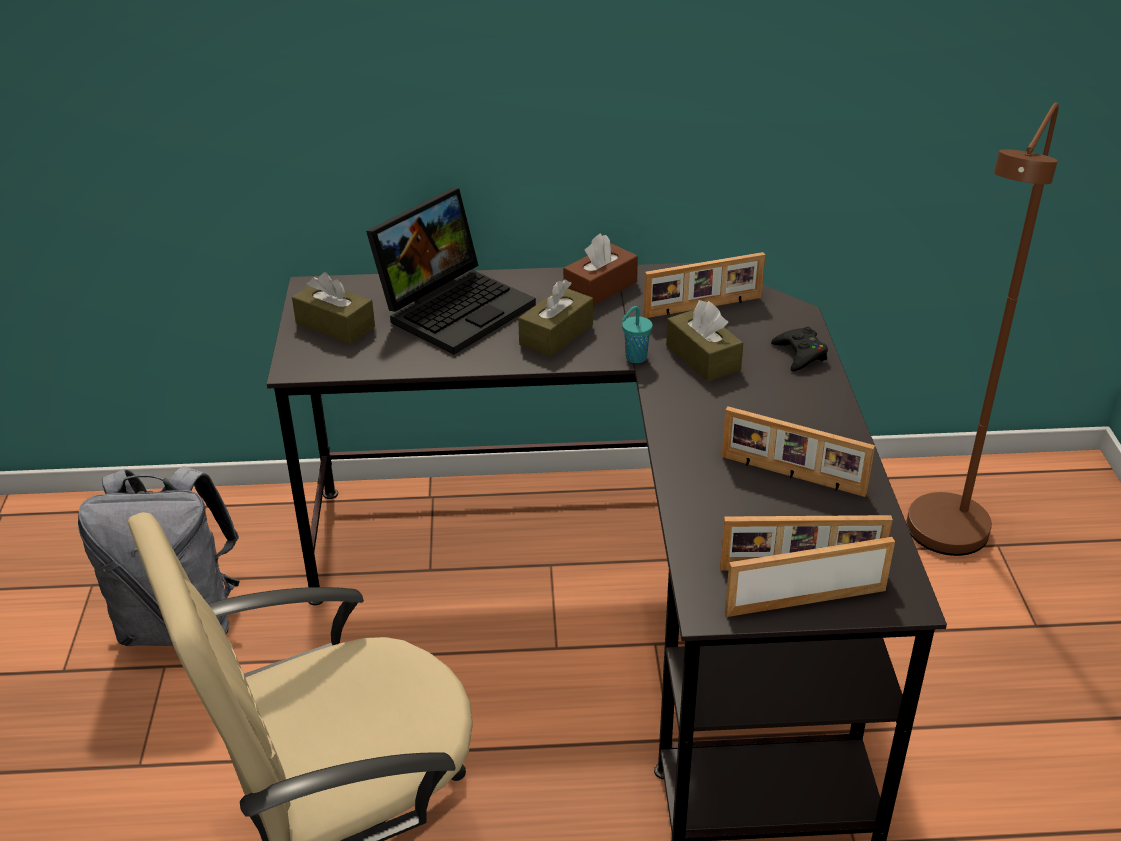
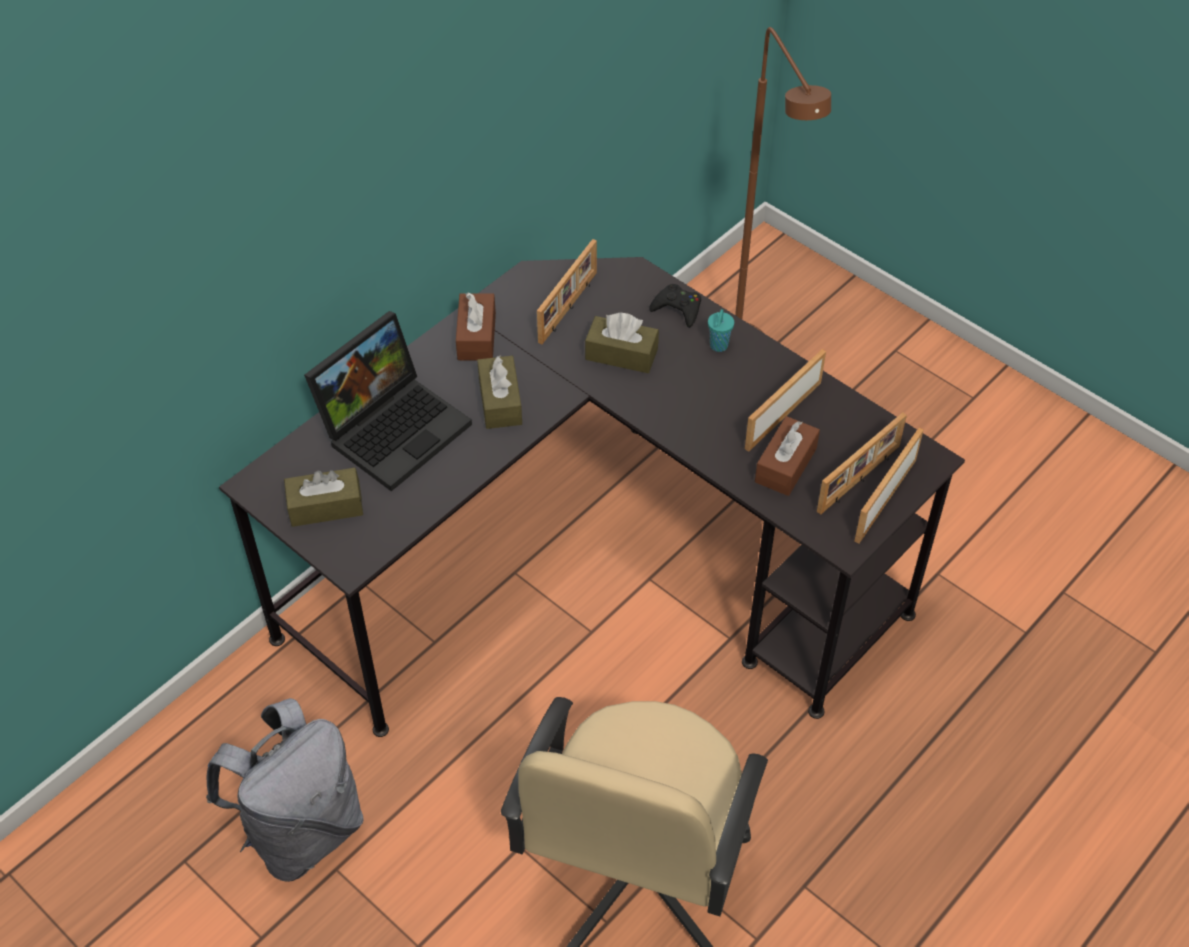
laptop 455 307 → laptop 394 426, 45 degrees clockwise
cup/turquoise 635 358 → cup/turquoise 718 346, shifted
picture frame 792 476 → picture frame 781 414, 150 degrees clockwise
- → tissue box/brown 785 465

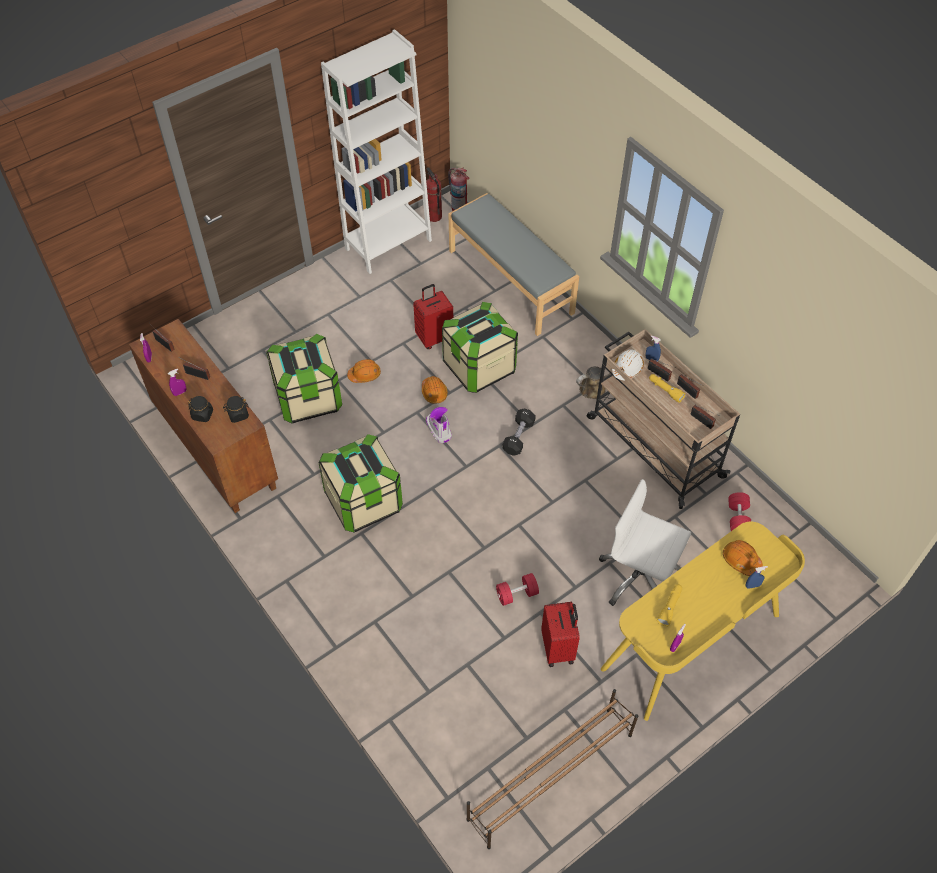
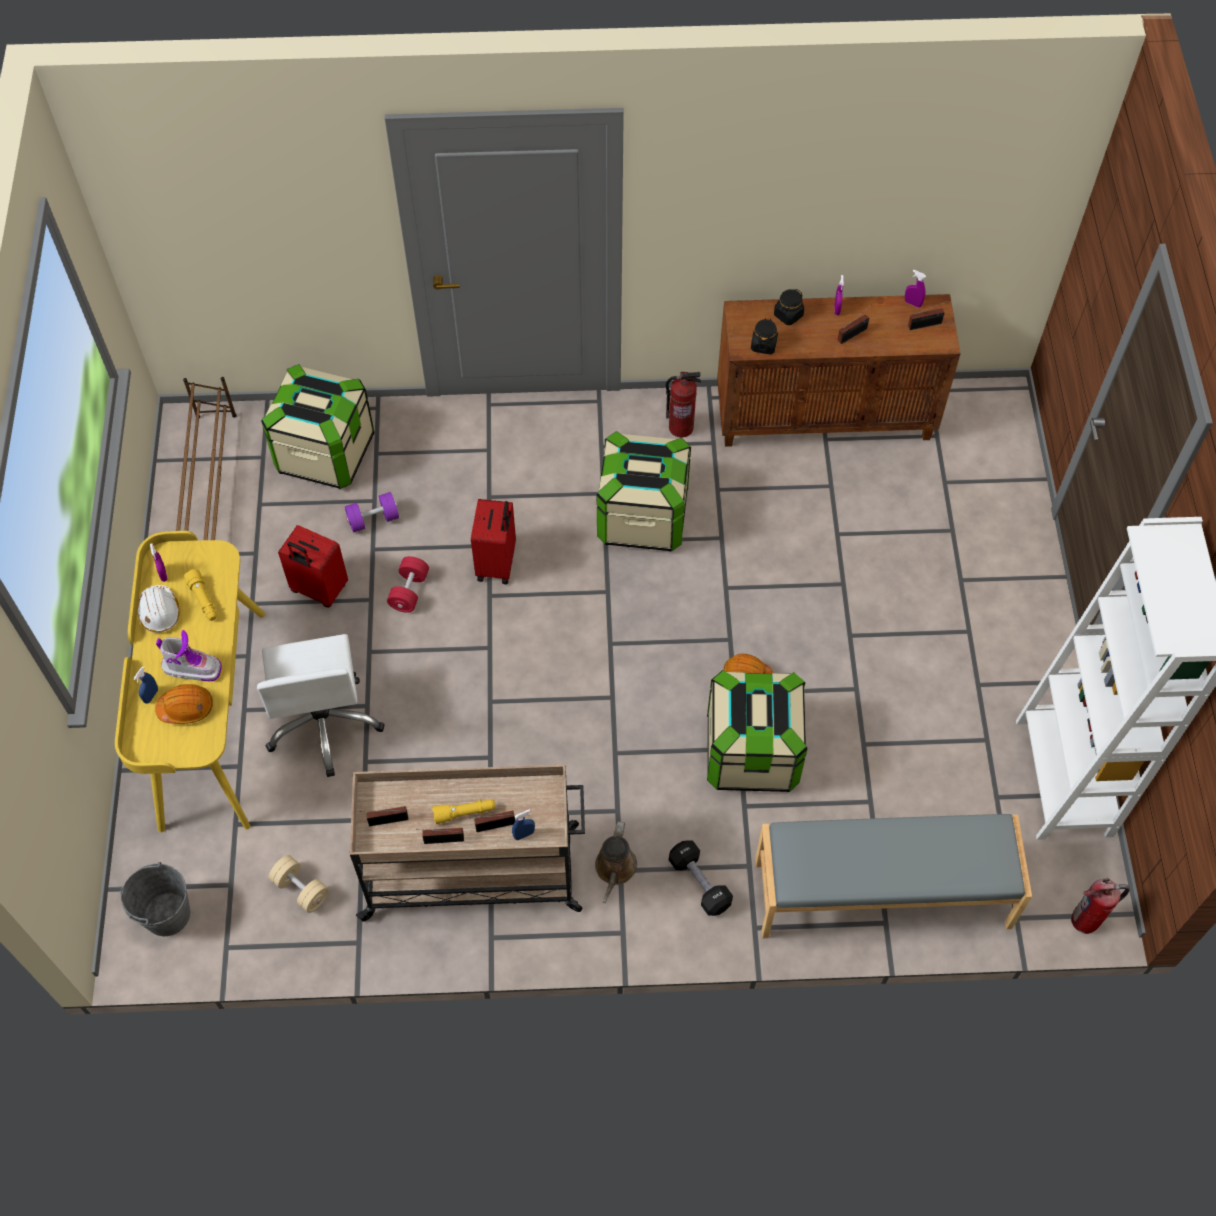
fire extinguisher 433 216 → fire extinguisher 681 427, shifted
suitcase/red 434 337 → suitcase/red 497 563, shifted
storage box 308 398 → storage box 325 453, shifted
hard hat/white 627 368 → hard hat/white 159 612, shifted
hard hat/orange 364 375 → -
boot 438 429 → boot 192 667, shifted
dumbbell/black 518 437 → dumbbell/black 699 883, shifted
office chair/white 639 577 → office chair/white 324 723, 105 degrees clockwise
dumbbell/red 737 518 → dumbbell/beige 301 889
- → dumbbell/purple 373 519
- → bucket/grey 167 914

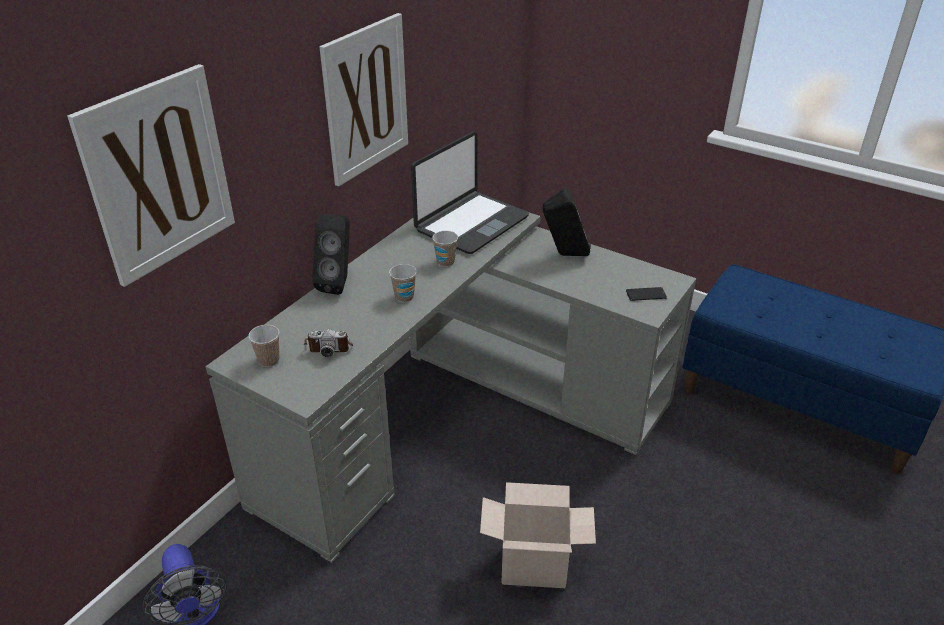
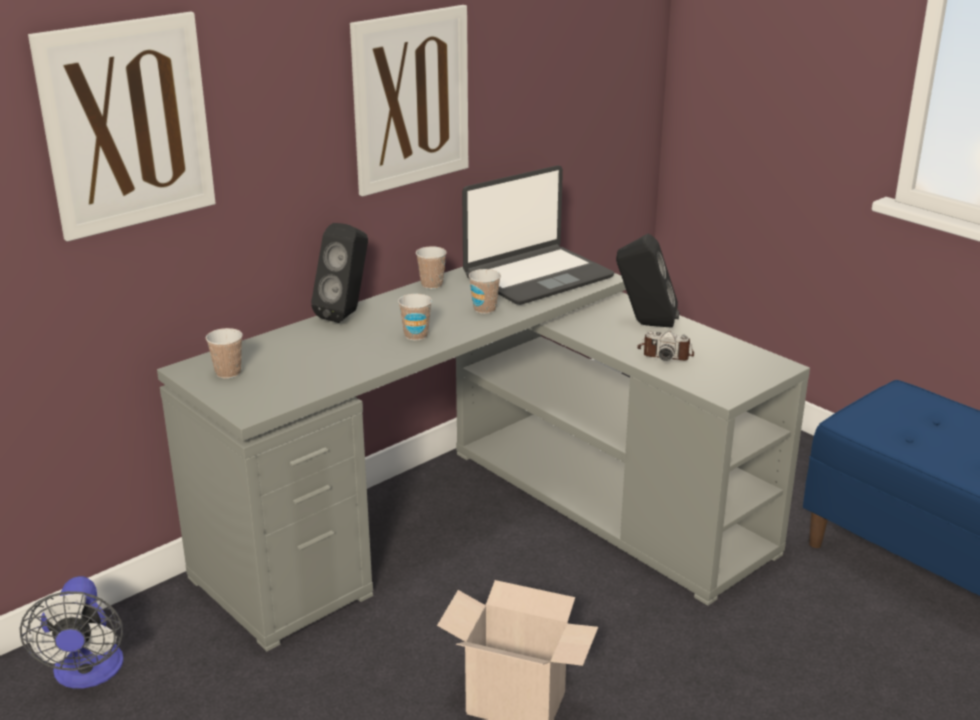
phone 646 294 → -
photo camera 329 345 → photo camera 665 354, shifted
- → cup 431 285

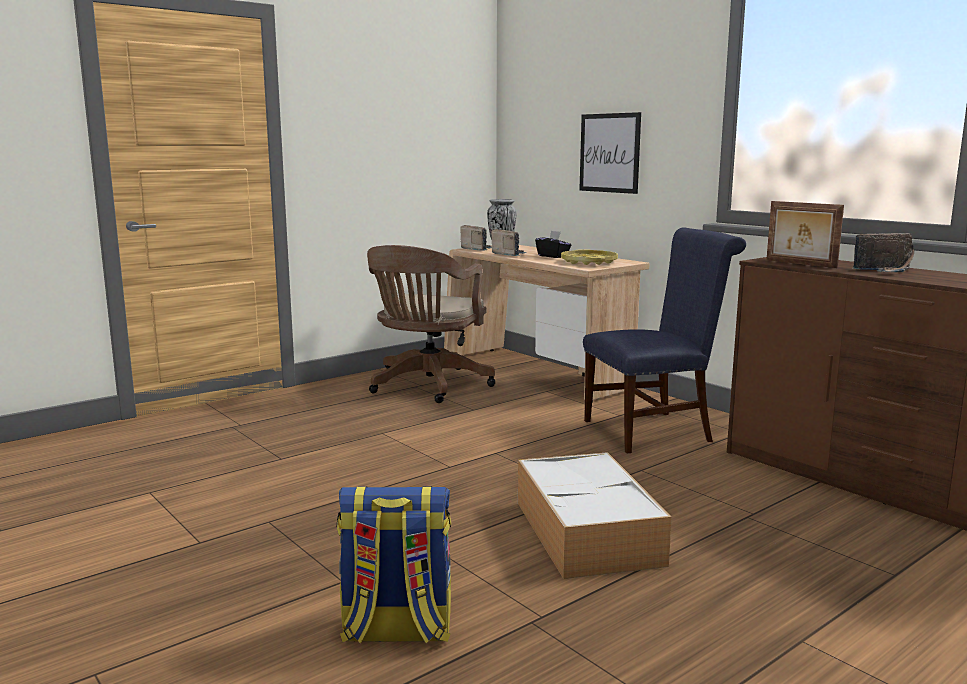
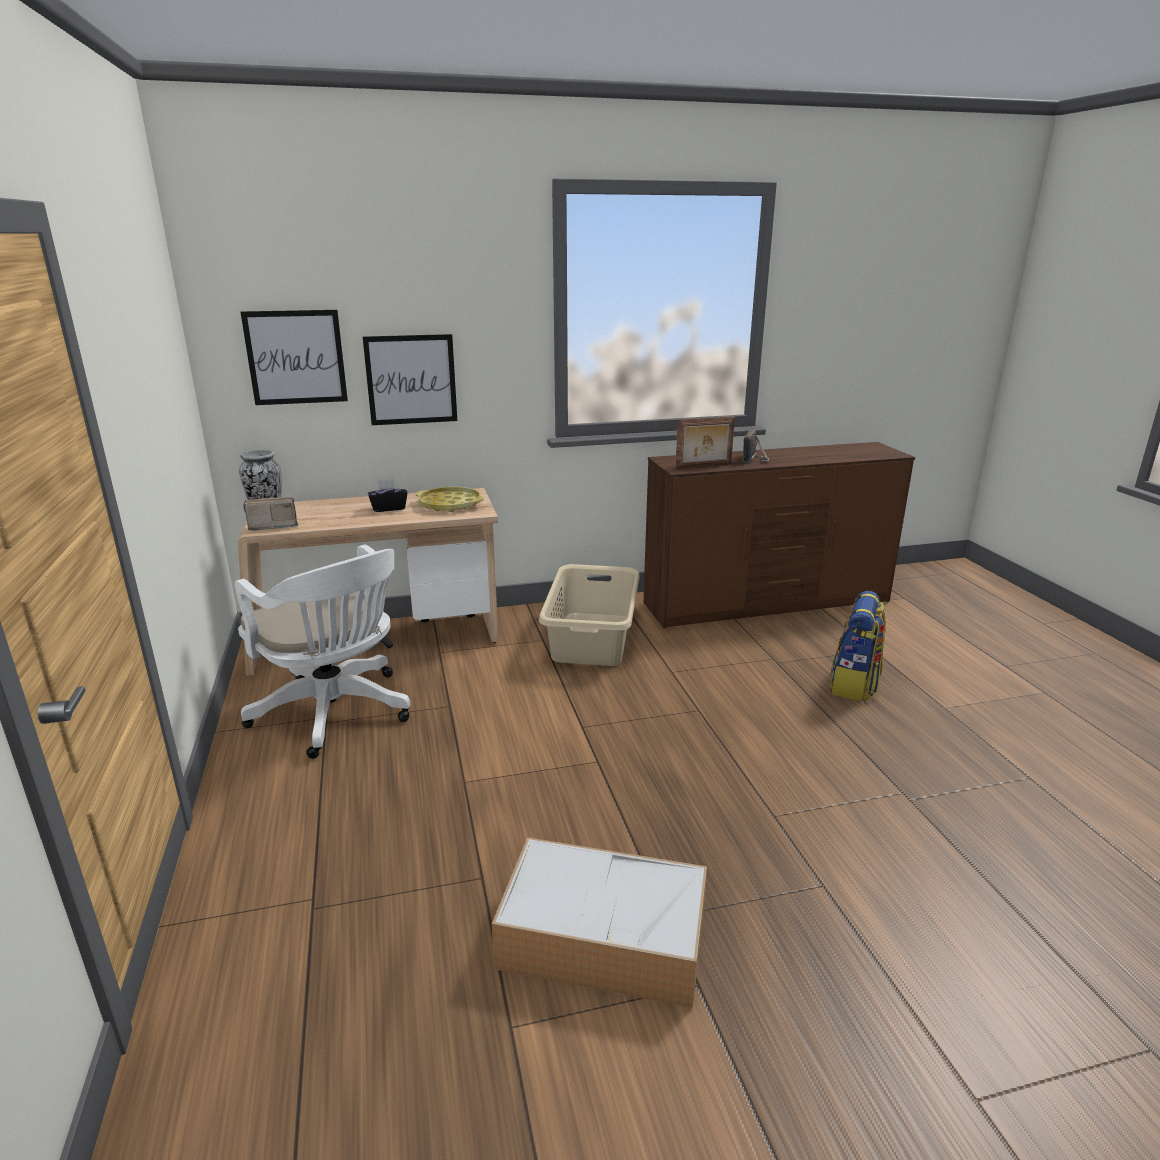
chair/blue 654 430 → laundry basket/beige 592 638
radio 508 254 → -
office chair/brown 427 386 → office chair/white 336 714
storage box 588 533 → storage box 606 938, shifted
backpack 396 631 → backpack 854 685, shifted
- → picture 296 357

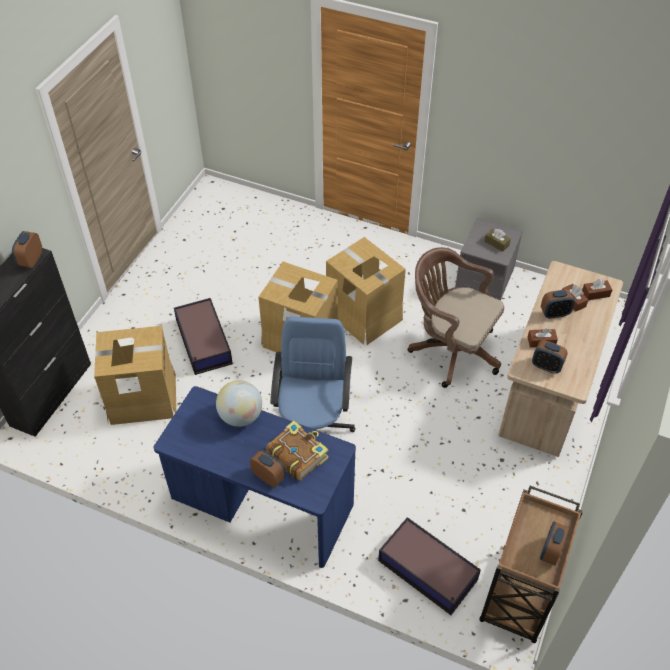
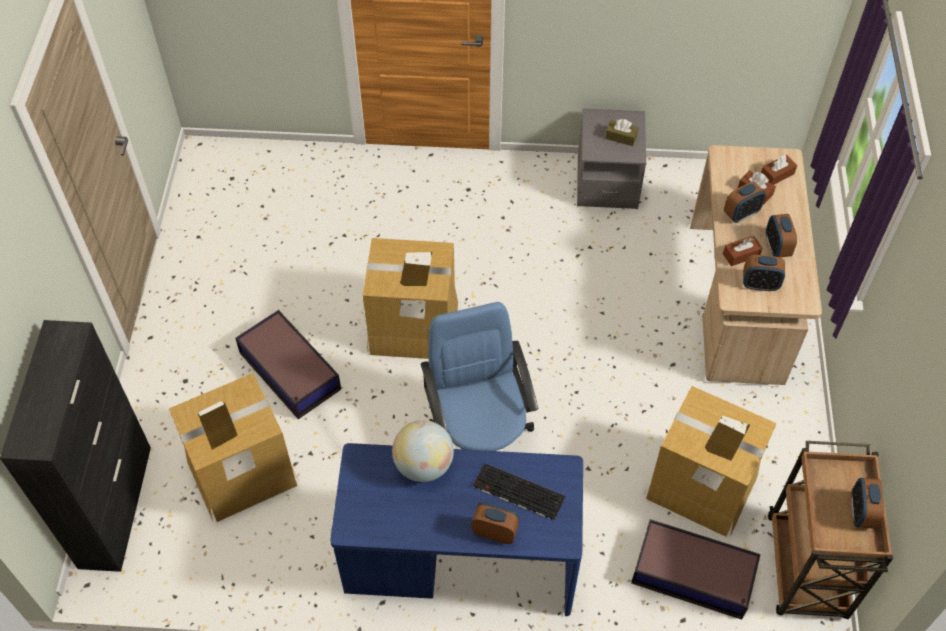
alarm clock 31 260 → alarm clock 776 247, shifted
cardboard box 363 315 → cardboard box 700 487, shifted
office chair/brown 450 349 → -
book 297 455 → keyboard 517 492

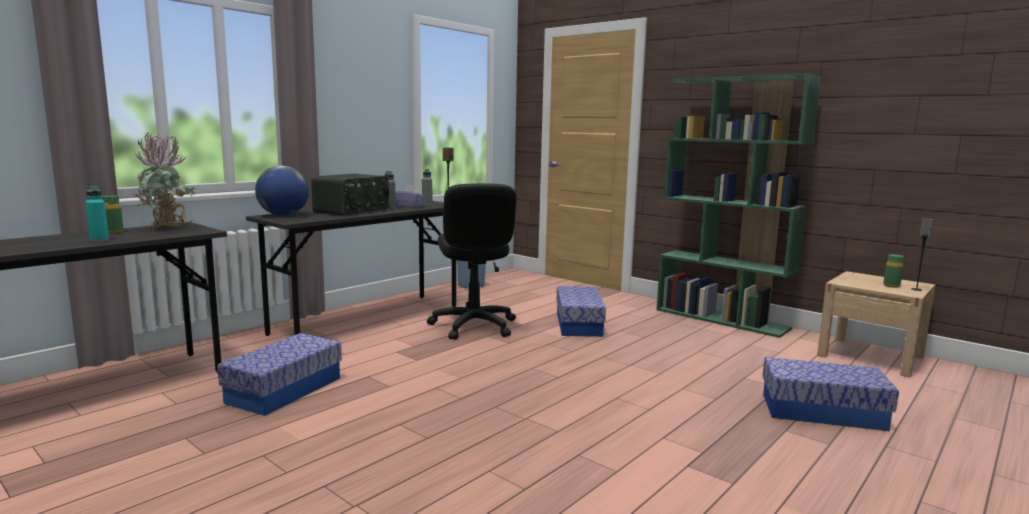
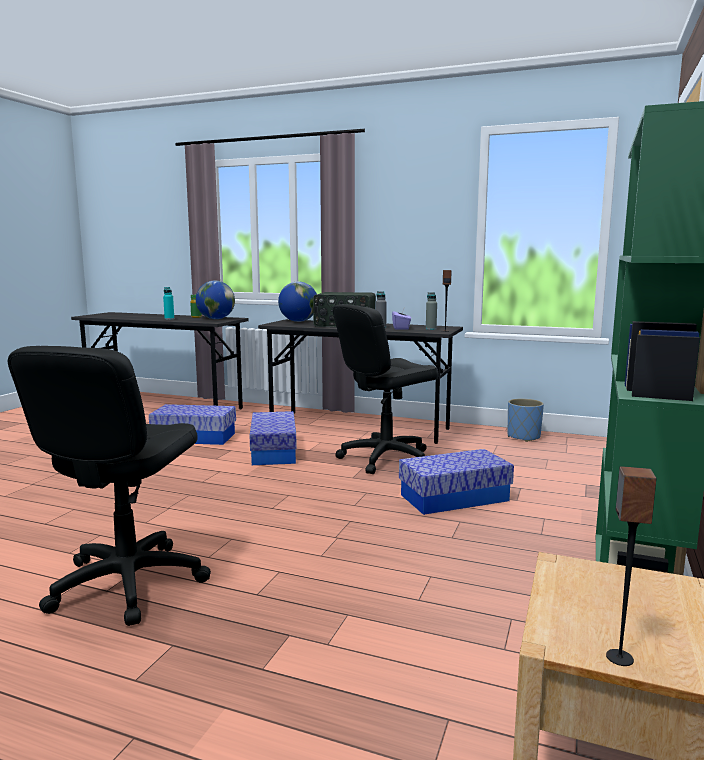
potted plant 168 229 → globe 216 319
bottle/green 891 286 → -
storage box 822 411 → storage box 273 451, shifted
- → office chair/black 127 583

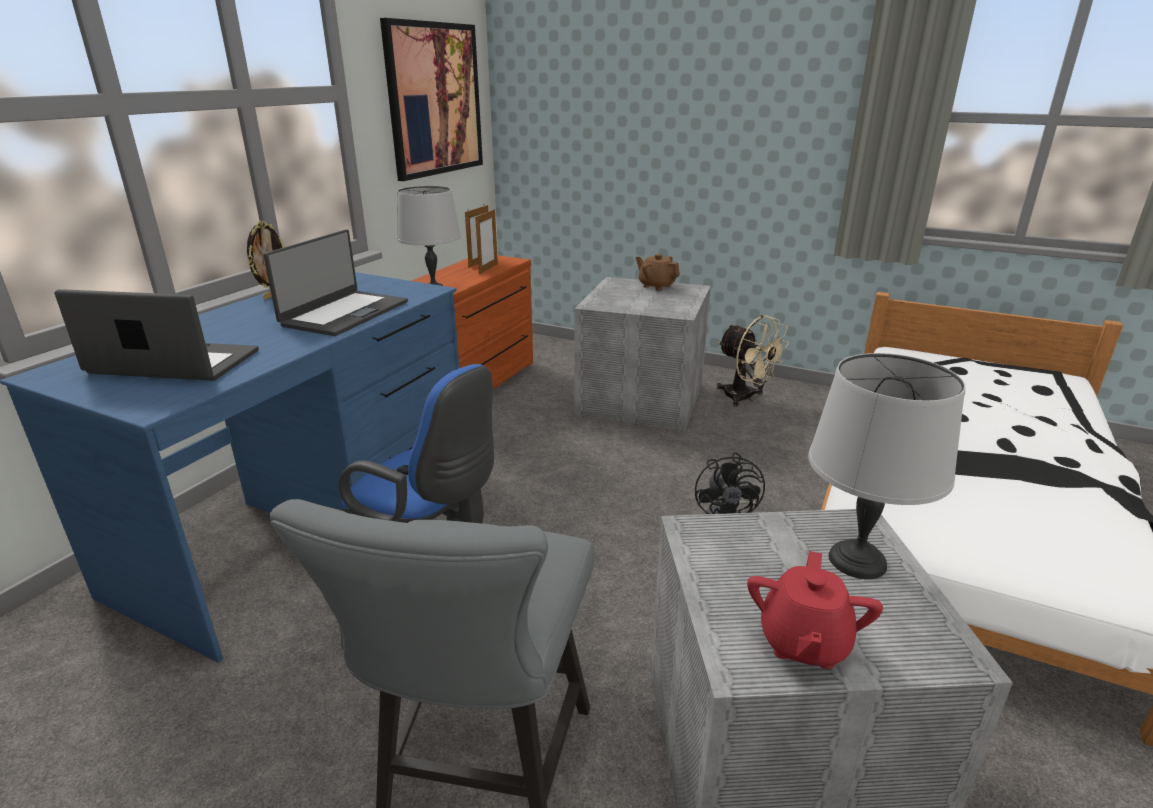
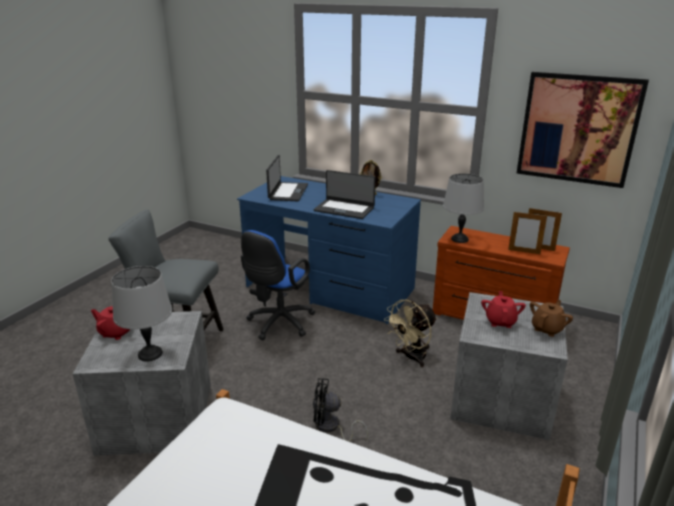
fan/beige 745 398 → fan/beige 411 357, shifted
- → teapot/red 500 321

